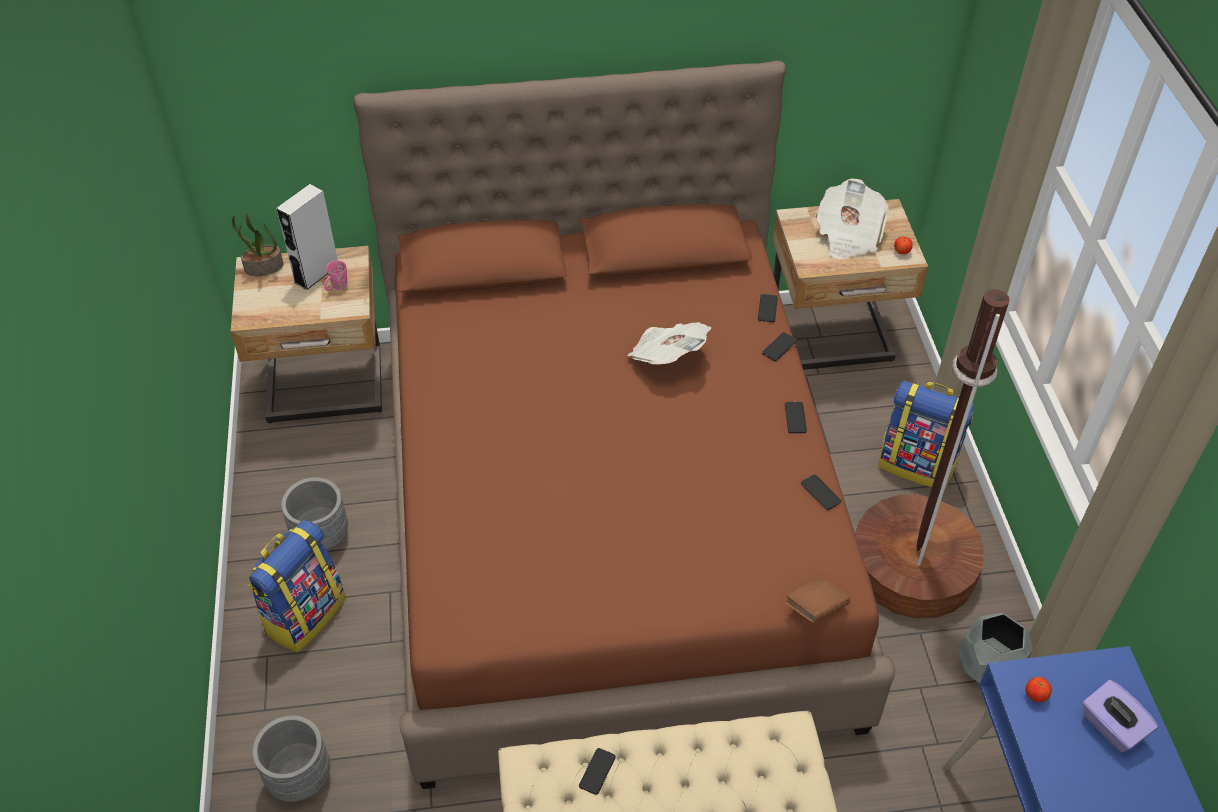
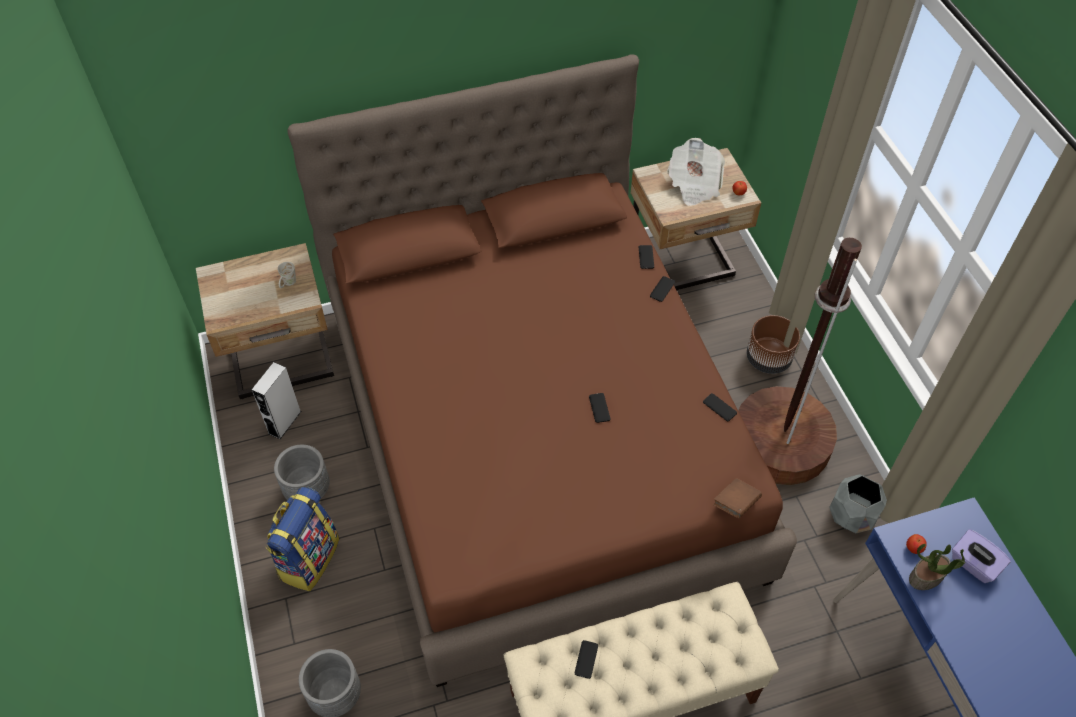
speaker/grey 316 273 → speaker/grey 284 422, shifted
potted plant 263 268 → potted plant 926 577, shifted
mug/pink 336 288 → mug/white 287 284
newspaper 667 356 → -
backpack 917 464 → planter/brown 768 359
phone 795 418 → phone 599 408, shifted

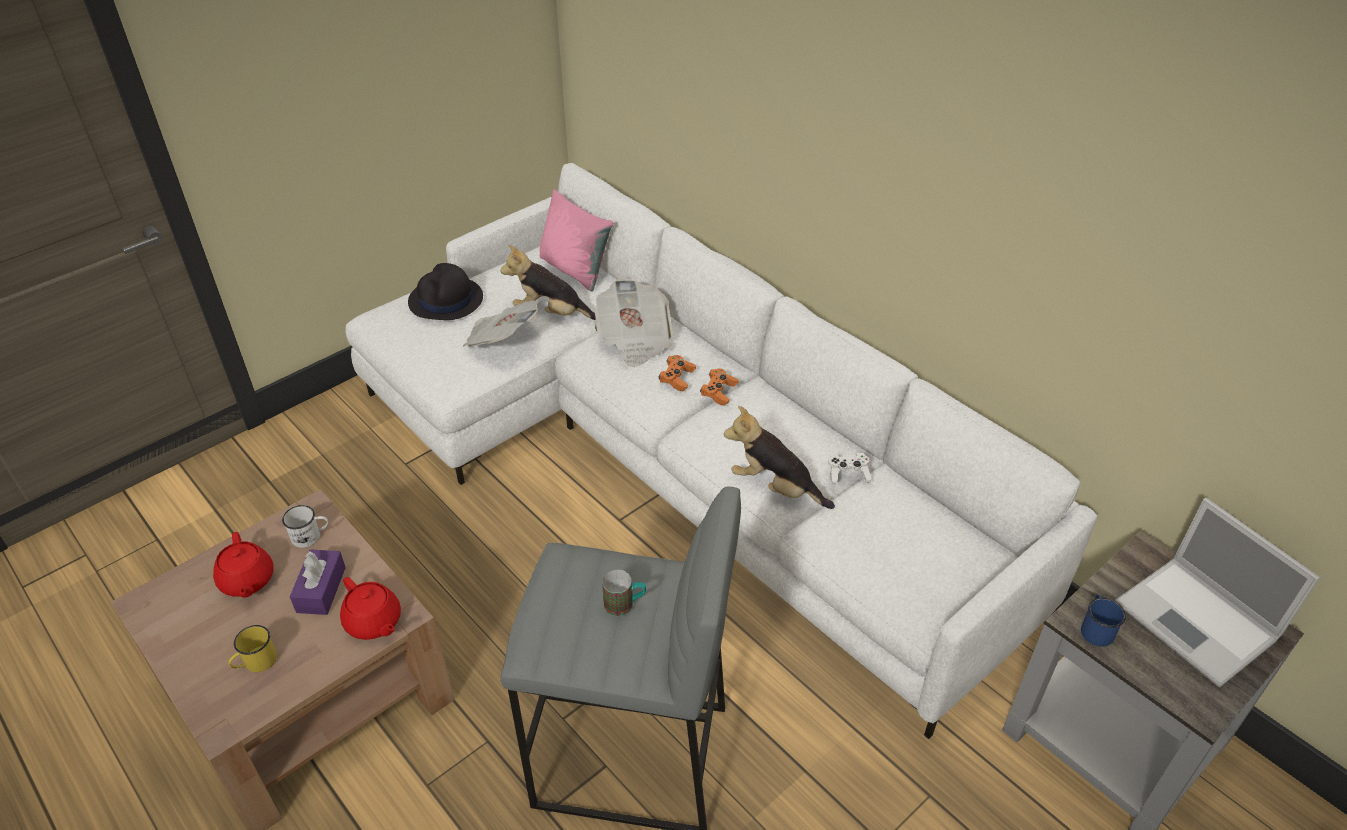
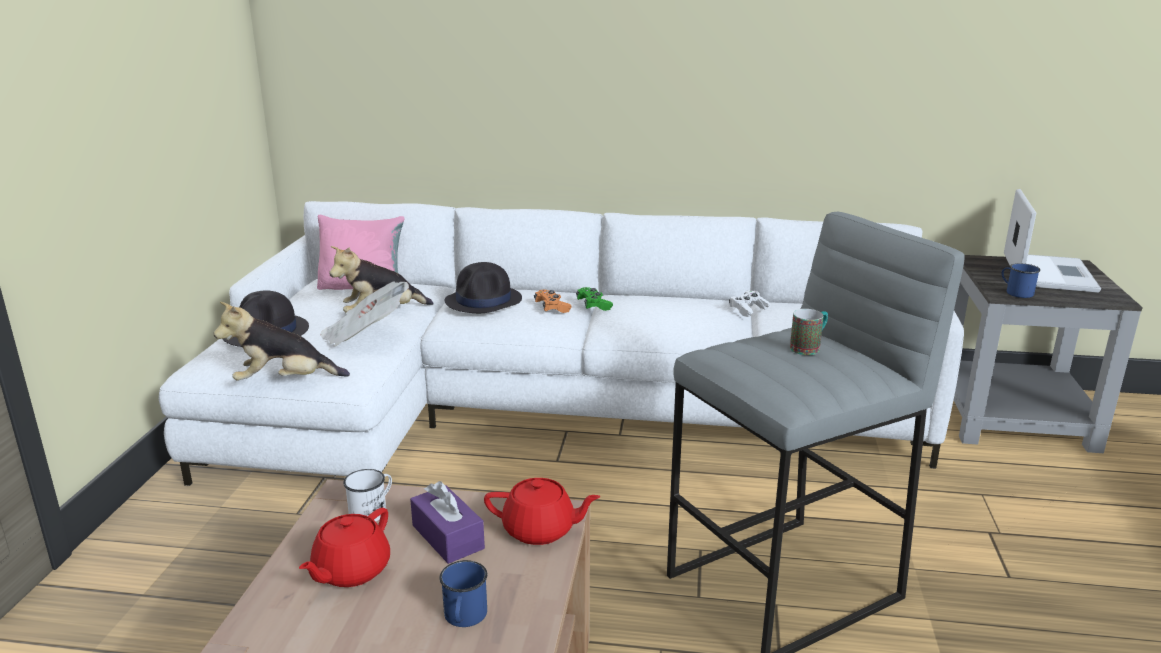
newspaper 634 340 → hat/black 484 301
game controller/orange 719 392 → game controller/green 594 305
plush toy 775 487 → plush toy 284 382, shifted
laptop 1198 622 → laptop 1047 273, 90 degrees counterclockwise
teapot/red 247 581 → teapot/red 350 571, 90 degrees clockwise
mug/yellow 256 662 → mug/blue 464 618

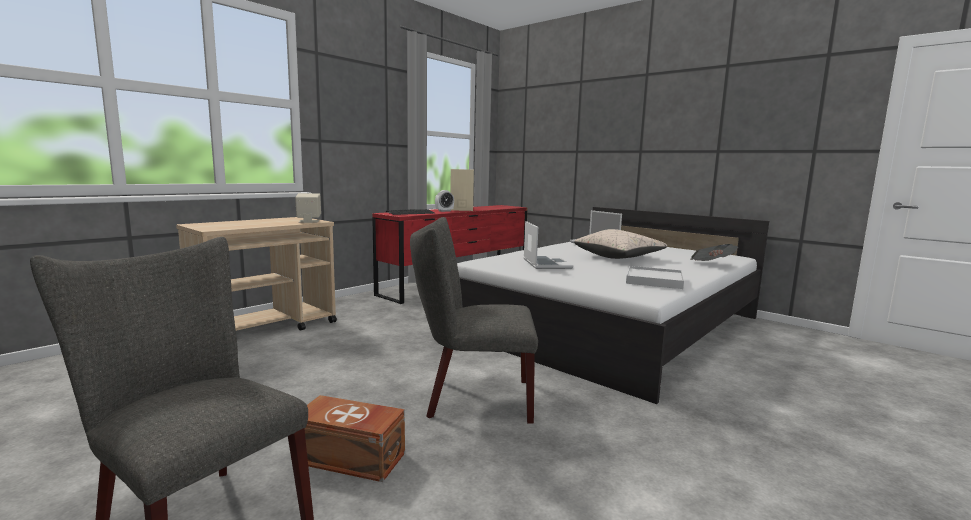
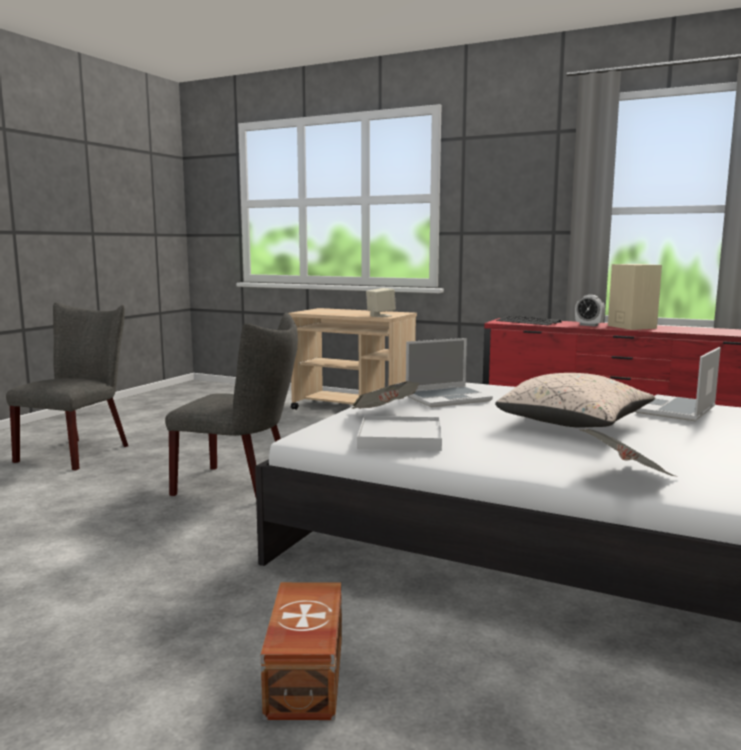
chair/grey 472 398 → chair/grey 241 485, 120 degrees clockwise
storage box/brown 350 459 → storage box/brown 303 676, shifted
- → newspaper 384 414

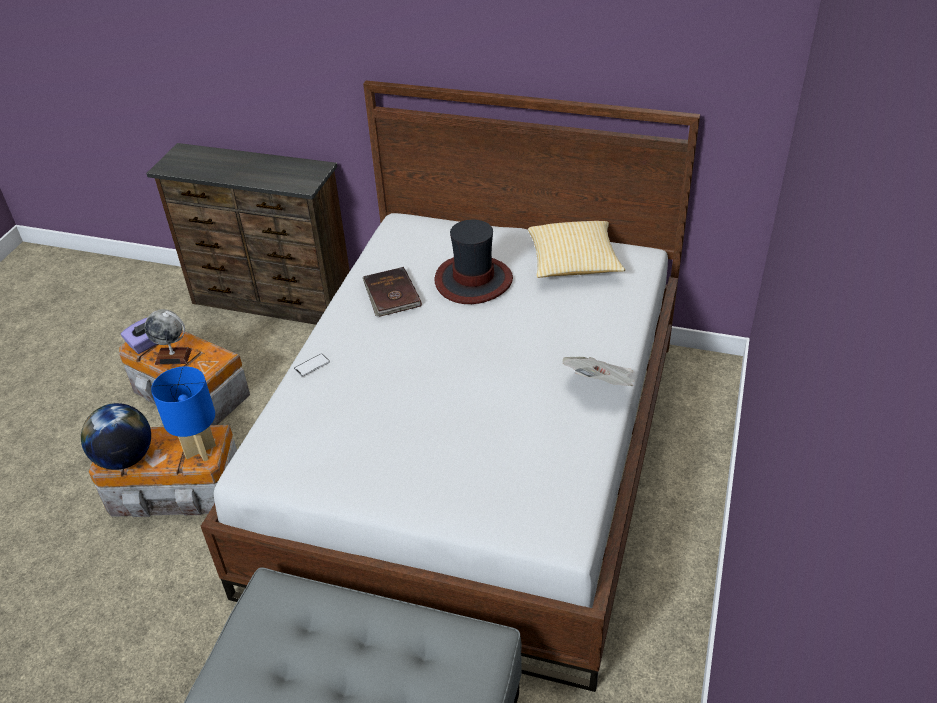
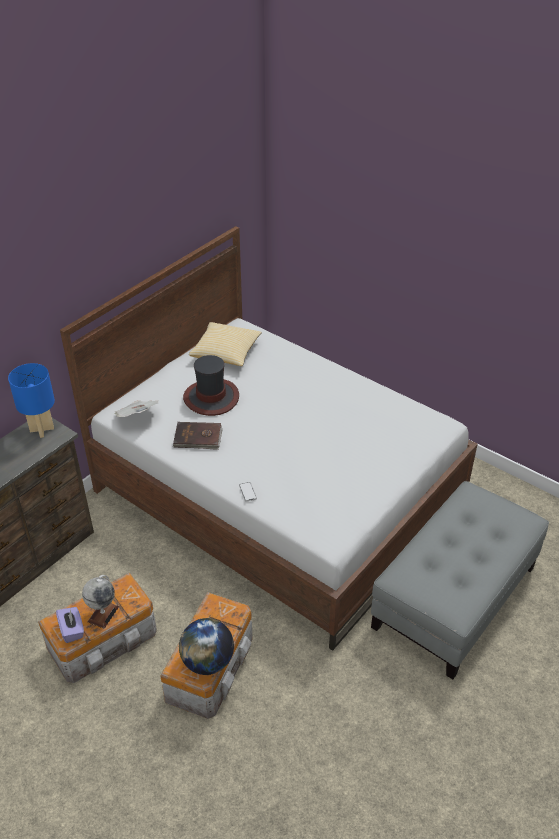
newspaper 601 385 → newspaper 137 417, shifted
table lamp/blue 200 451 → table lamp/blue 42 430, shifted

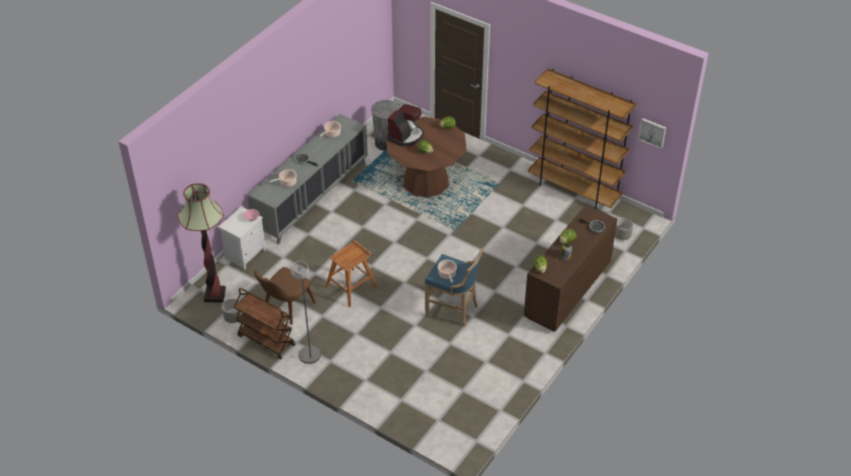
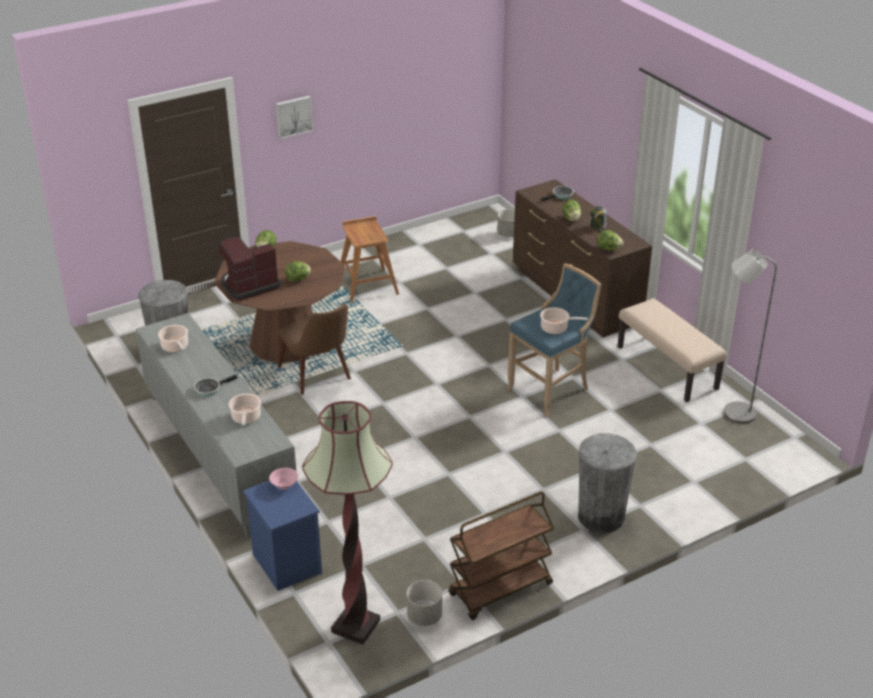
bookcase/brown 574 190 → -
coffee machine 406 136 → coffee machine 249 285, 90 degrees counterclockwise
picture 652 132 → picture 293 116, shifted
nightstand/white 245 254 → nightstand/blue 285 563
stool/brown 351 287 → stool/brown 367 285, shifted
floor lamp/grey 309 351 → floor lamp/grey 733 412, shifted
chair/brown 285 309 → chair/brown 319 377, shifted
- → bench/beige 667 368
- → trash can/grey 601 516

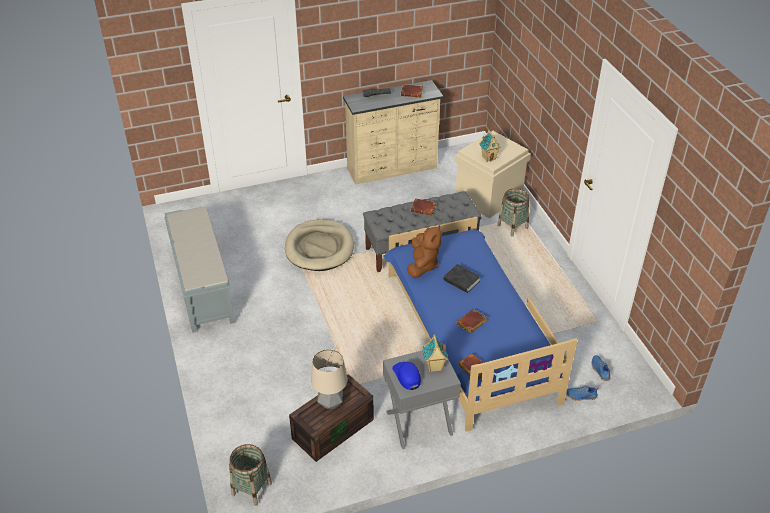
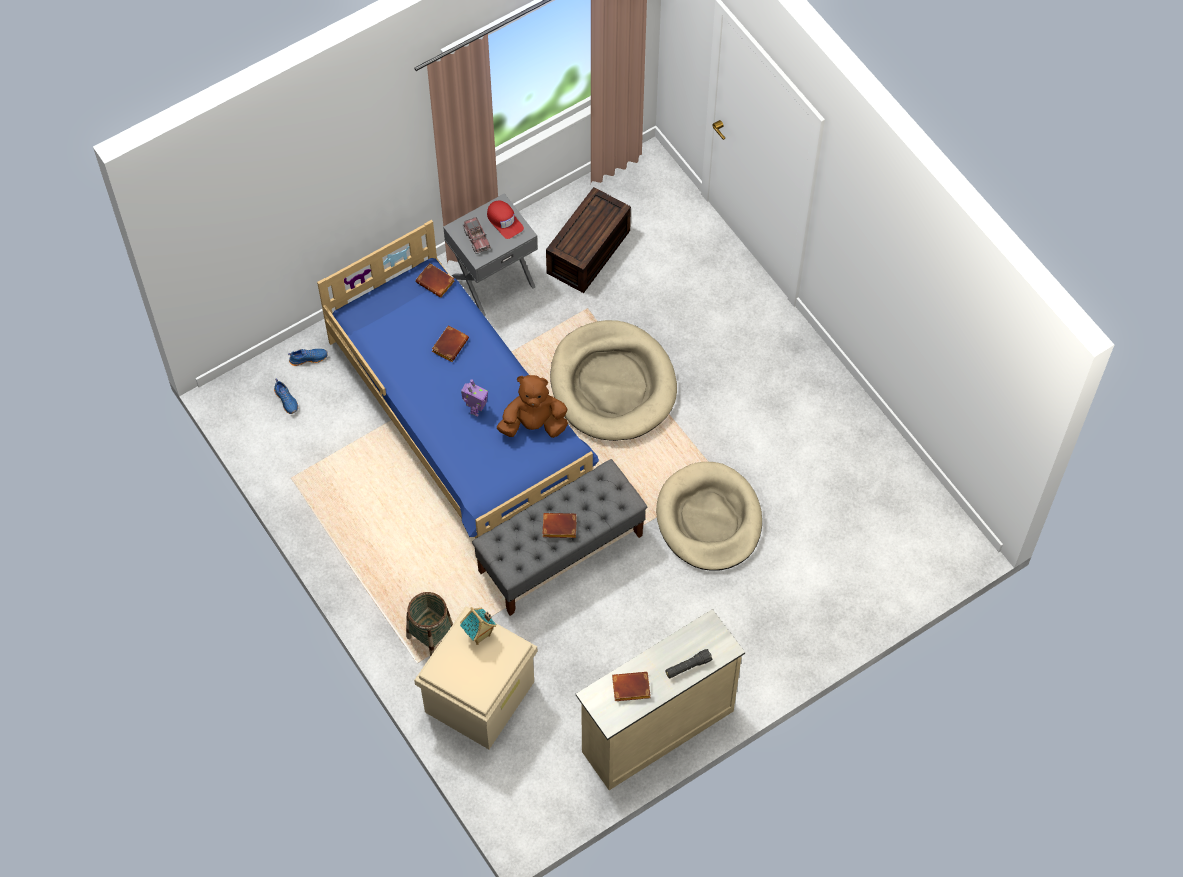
bench/grey 202 285 → -
plush toy/brown 422 265 → plush toy/brown 533 424, 90 degrees clockwise
book/black 461 281 → toy robot 476 409
toy house 434 367 → toy truck 476 239
table lamp 330 403 → -
cap/blue 407 376 → cap/red 504 221
basket 251 489 → -
- → dog bed/beige 612 384

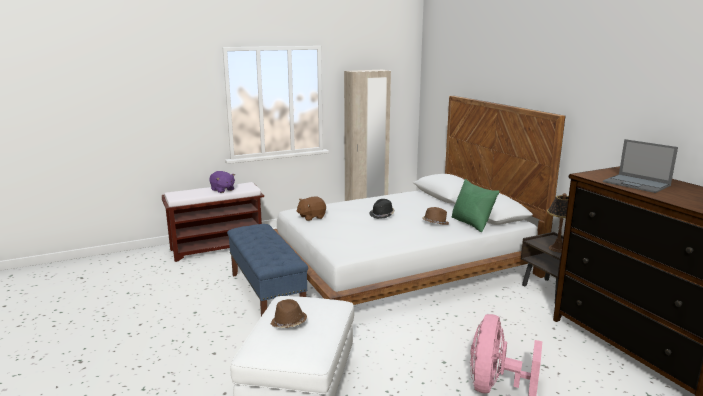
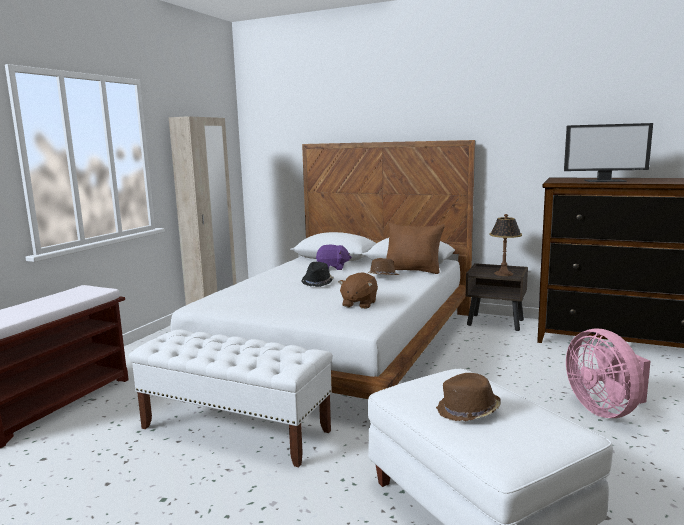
laptop 637 184 → monitor 605 180
plush toy/purple 222 190 → plush toy/purple 332 268, shifted
pillow/green 472 224 → pillow/brown 414 270
plush toy/brown 311 217 → plush toy/brown 359 304, shifted
bench/blue 267 294 → bench/white 235 429

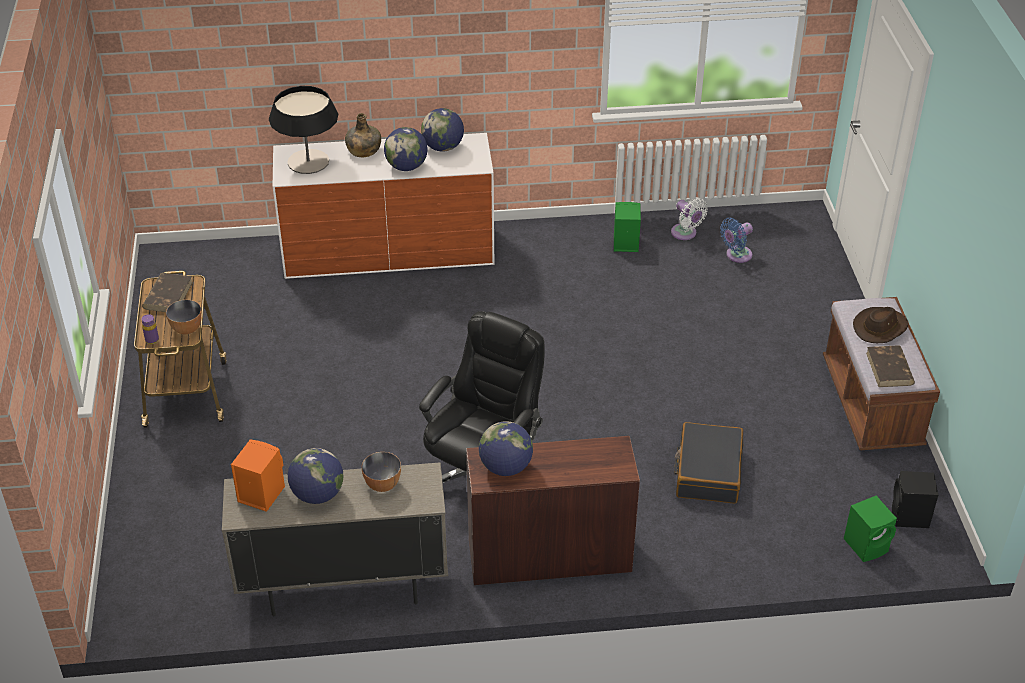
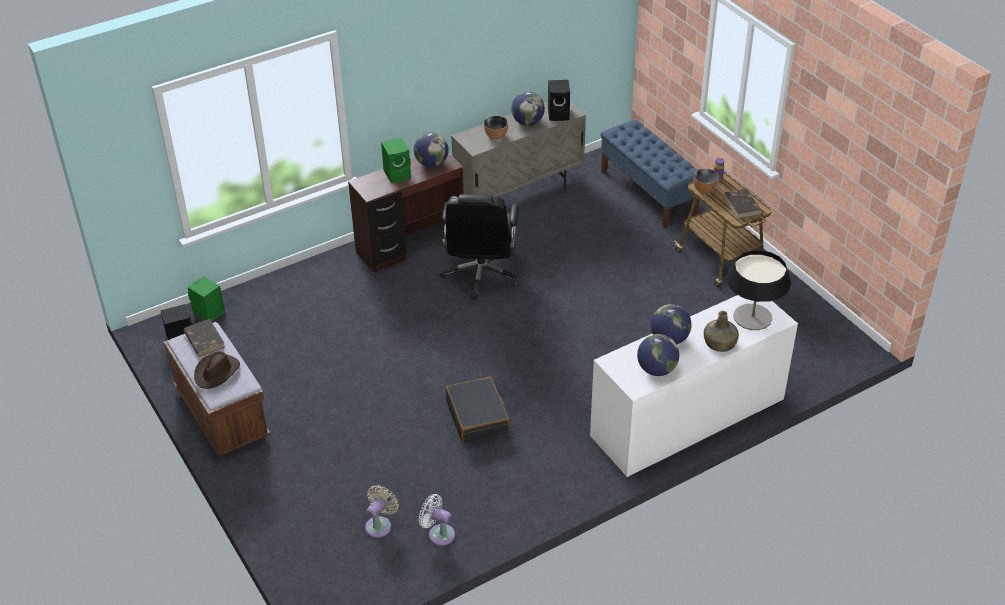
speaker/green 624 243 → speaker/green 398 174, shifted
fan/blue 736 255 → fan/beige 380 525
suitcase/black 708 472 → suitcase/black 477 418, shifted
speaker/orange 260 493 → speaker/black 559 114
- → bench/blue 648 193

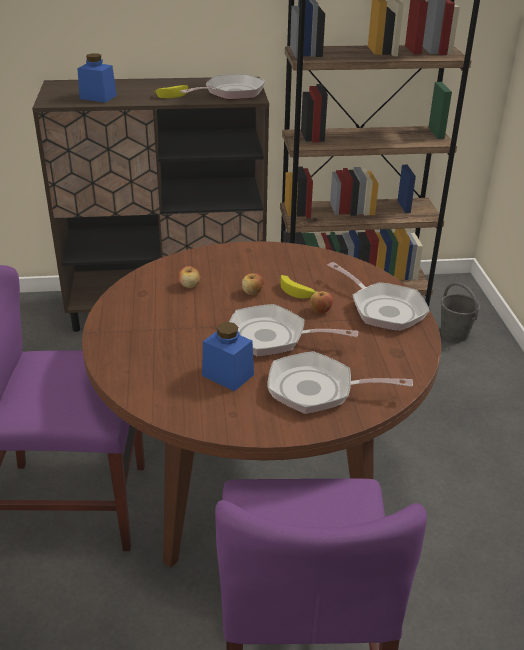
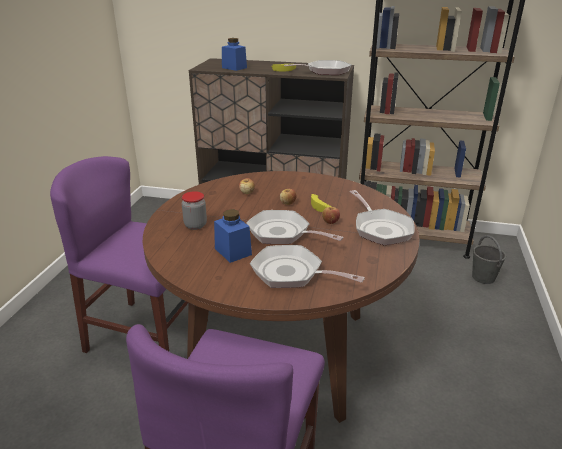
- → jar 195 225

